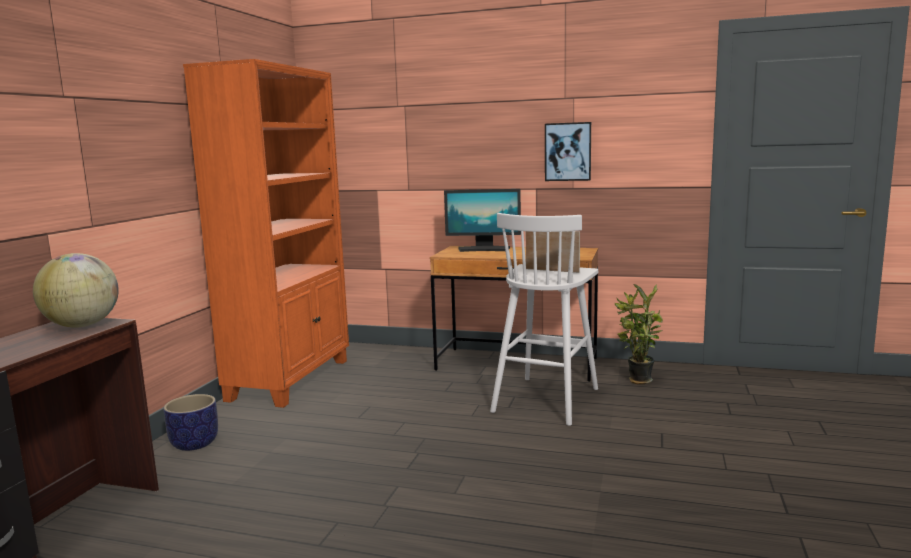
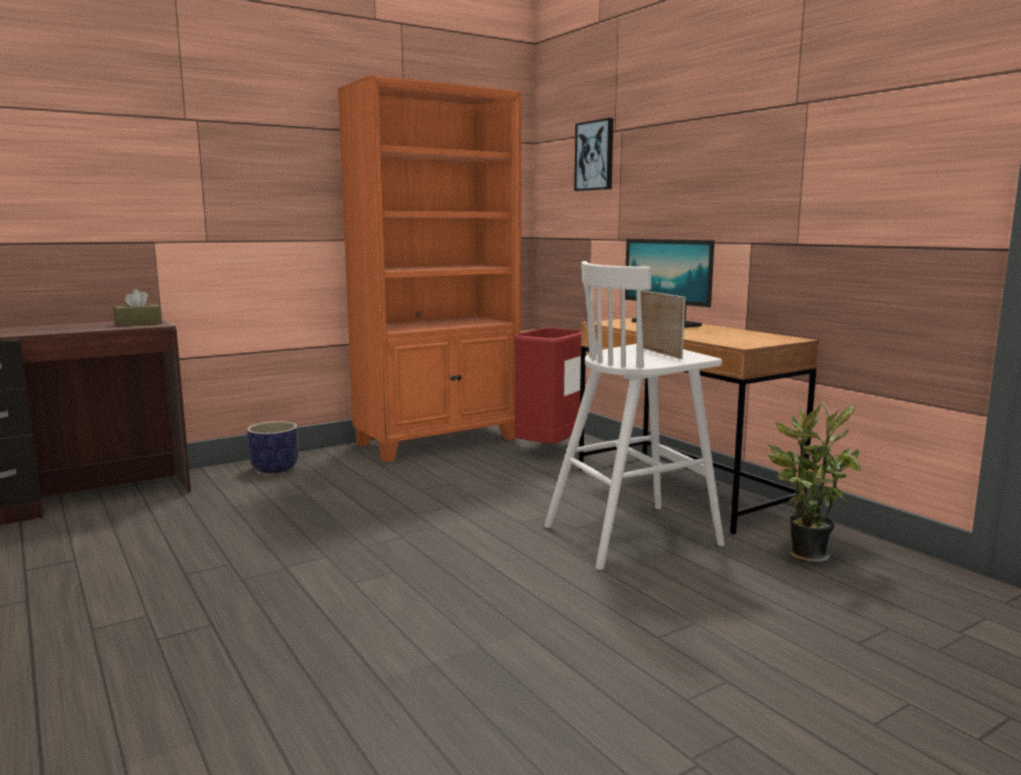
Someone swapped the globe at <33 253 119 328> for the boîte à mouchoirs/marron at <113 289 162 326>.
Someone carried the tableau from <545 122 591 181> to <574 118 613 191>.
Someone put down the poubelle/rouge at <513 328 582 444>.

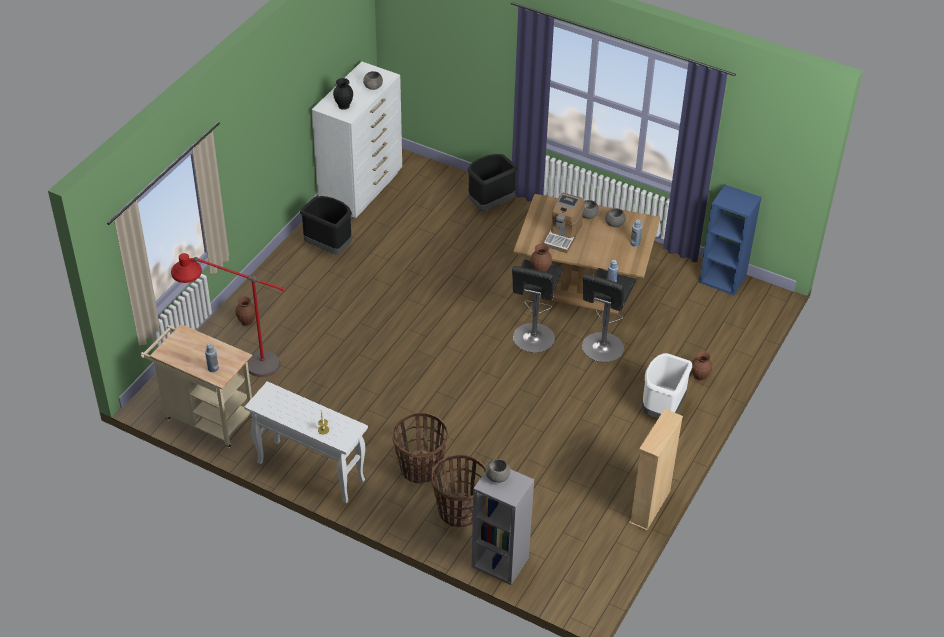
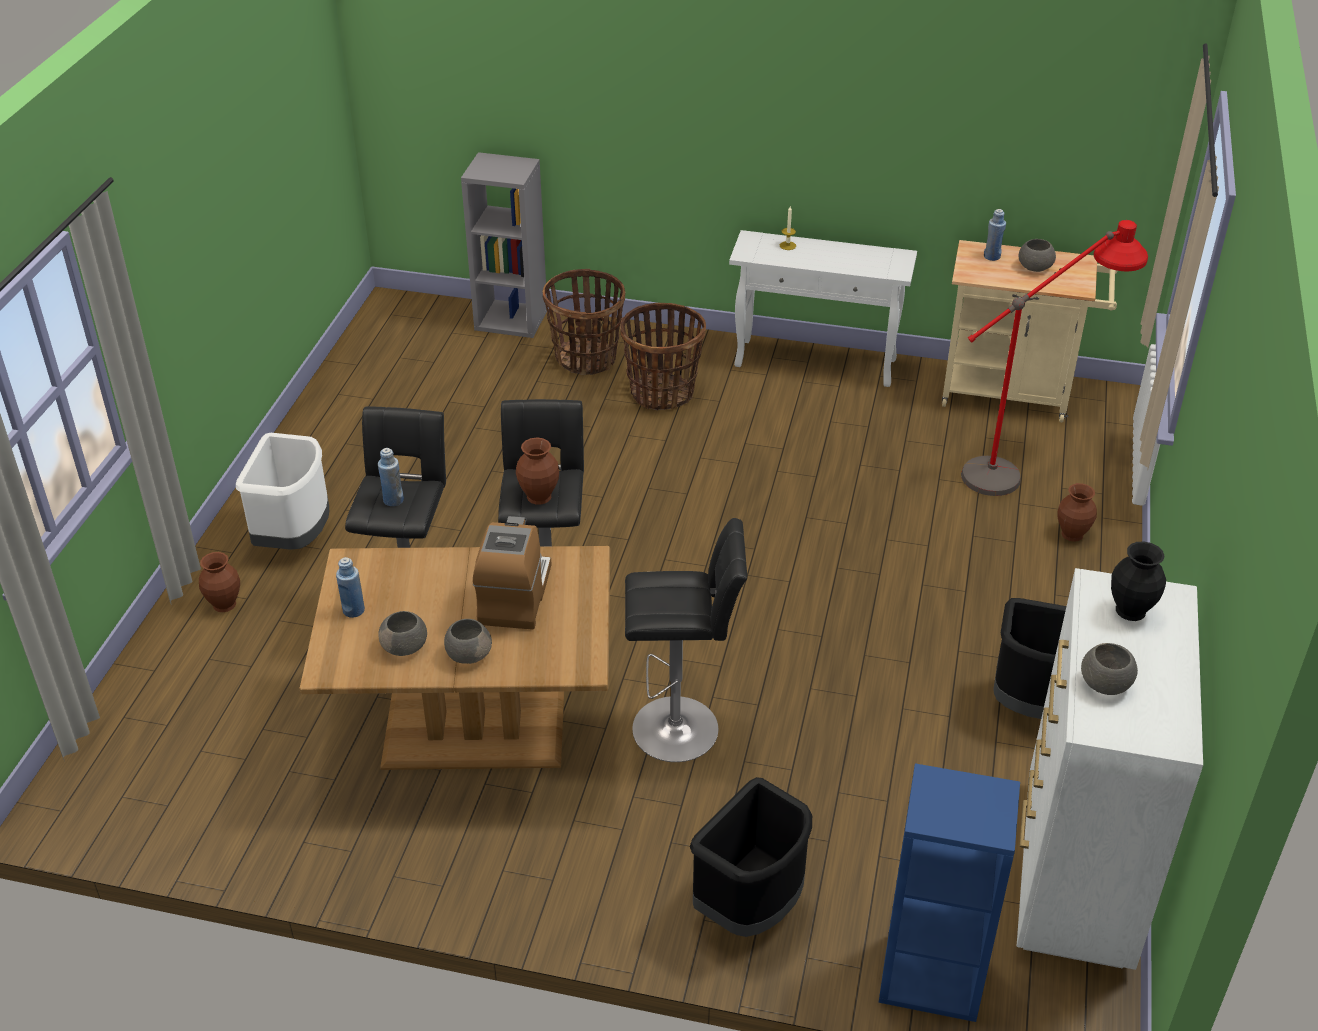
Someone carried the bol/gris from <485 459 510 483> to <1019 239 1056 272>.
Someone took away the bibliothèque/beige at <629 409 683 531>.
Someone carried the bibliothèque/bleu from <699 185 761 295> to <879 763 1020 1022>.
Someone put down the tabouret/noir at <625 518 747 762>.

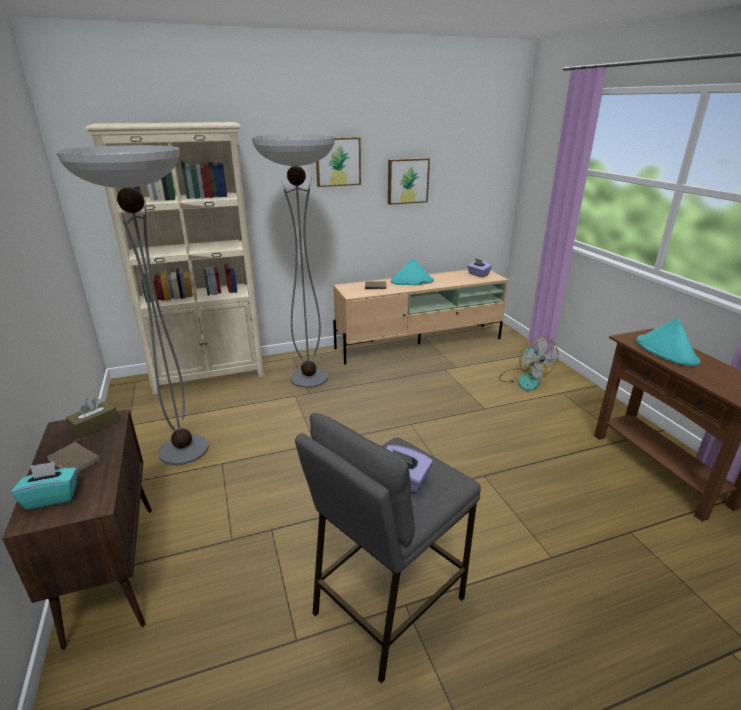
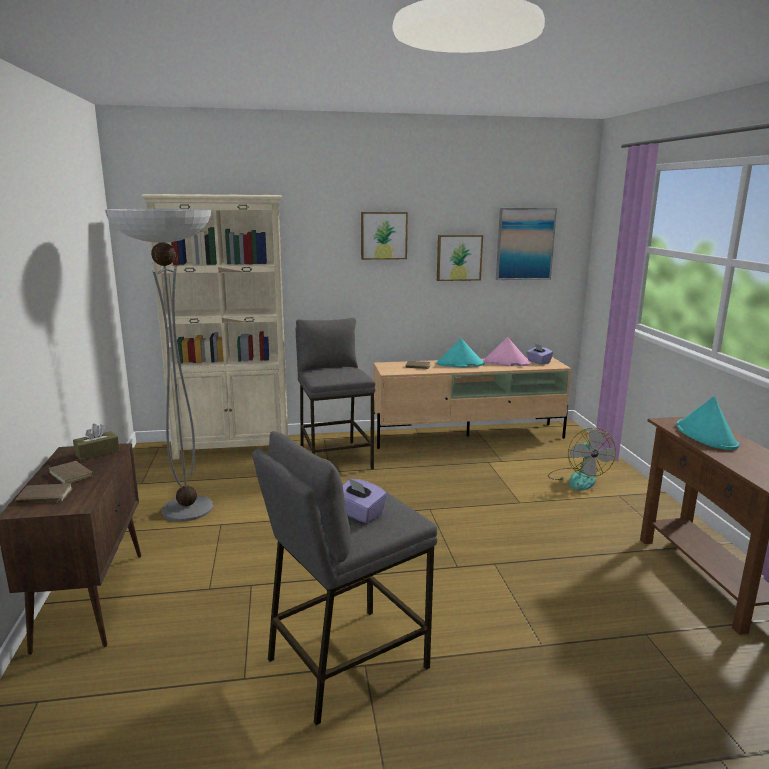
Someone swapped the boîte à mouchoirs/turquoise at <11 462 77 510> for the livre/marron at <15 483 73 504>.
Someone swapped the lampadaire at <252 135 335 388> for the tabouret/gris at <296 318 376 470>.
Someone put down the chapeau/rose at <483 337 531 366>.
Someone put up the tableau at <496 208 557 280>.

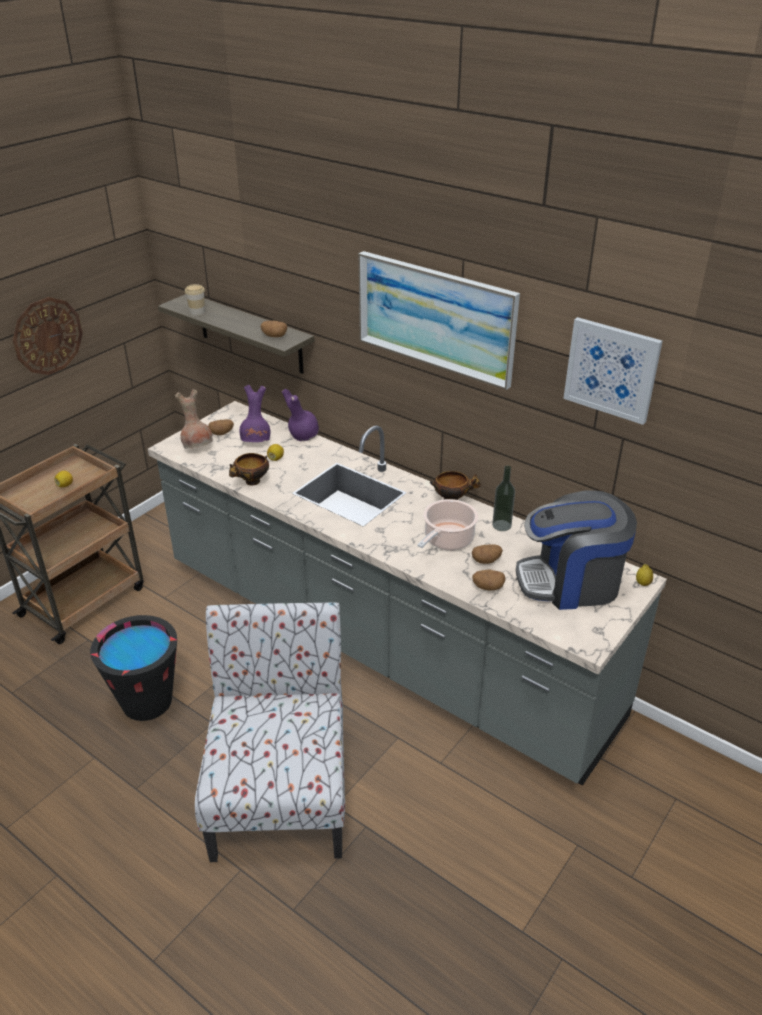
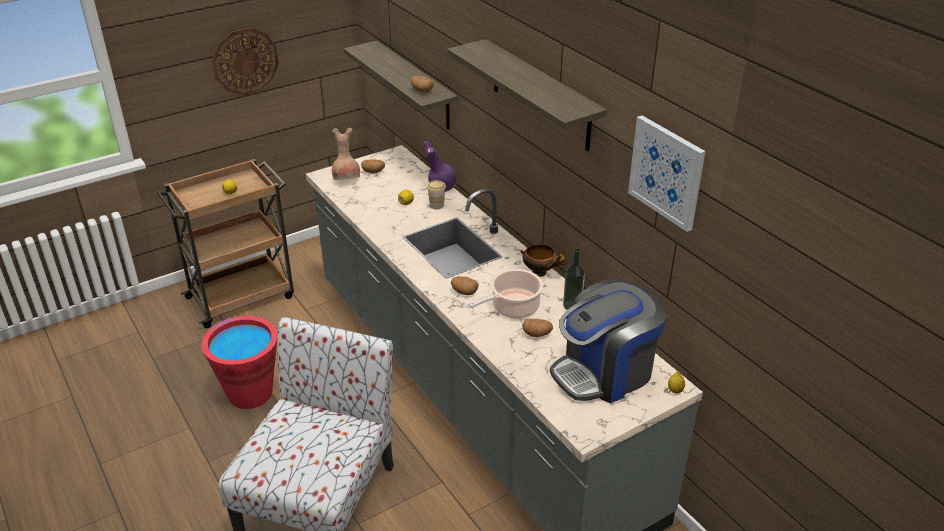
Someone repainted the seau/noir at <90 615 177 721>, which became the seau/rouge at <201 316 278 409>.
Someone carried the tasse from <185 284 205 315> to <427 180 446 209>.
Someone took away the bol at <229 453 269 485>.
Someone took away the vase/violet at <239 385 270 442>.
Someone swapped the tableau at <359 251 520 390> for the étagère at <447 39 607 151>.
Someone carried the pomme de terre from <472 570 506 591> to <451 276 479 295>.
Someone rotated the machine à café at <516 490 637 610> by 45 degrees counterclockwise.

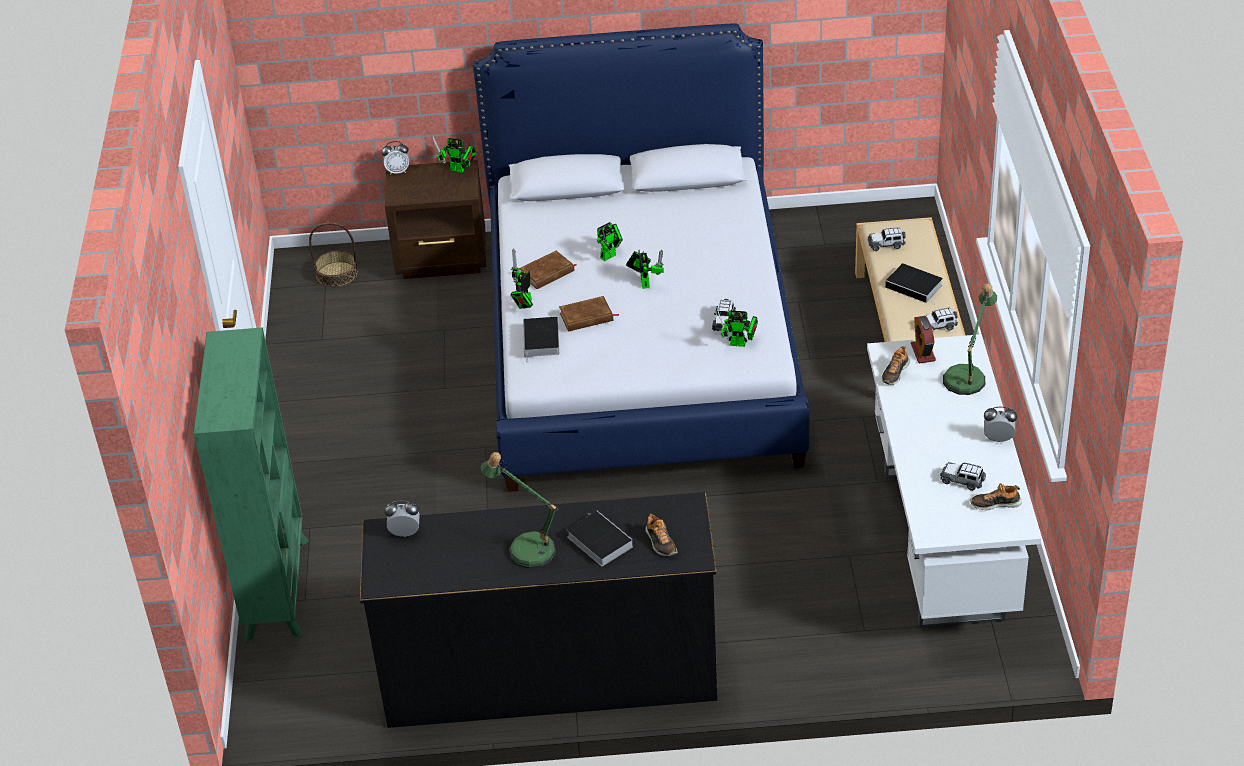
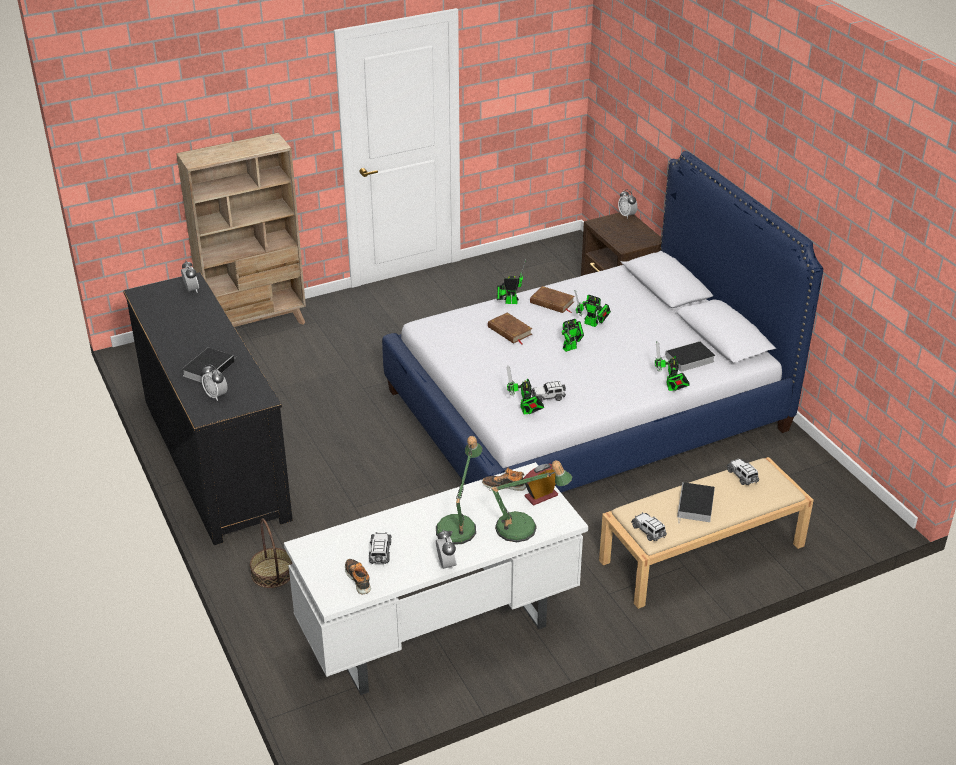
Someone repainted the bibliothèque/vert at <194 327 309 642>, which became the bibliothèque/beige at <176 133 306 327>.
Someone carried the panier from <309 223 358 287> to <250 518 293 588>.
Someone carried the robot jouet from <432 136 476 173> to <655 341 690 391>.
Someone carried the lampe de table from <481 452 559 568> to <436 436 482 544>.
Someone carried the livre from <523 317 559 362> to <662 341 715 372>.
Someone swapped the chaussure at <645 513 677 556> for the réveil at <202 364 227 401>.

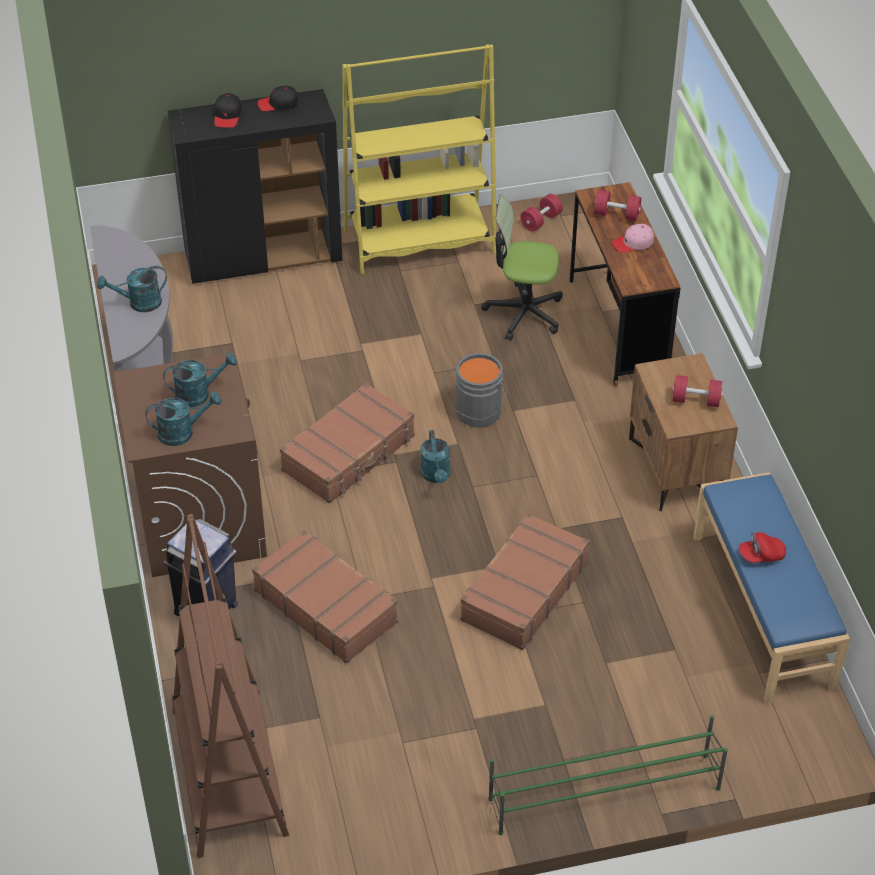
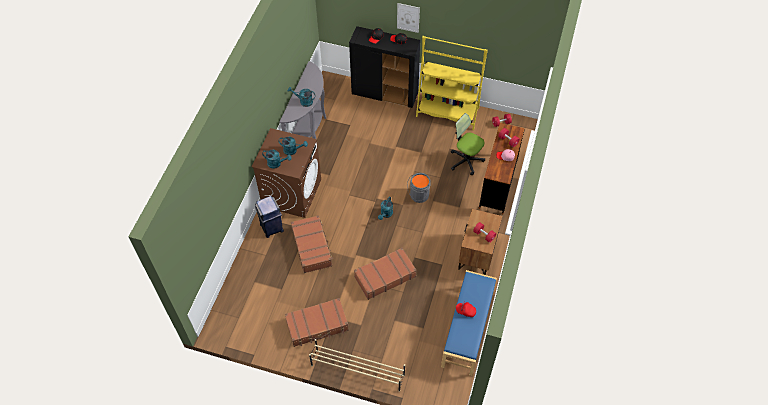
Someone took away the bibliothèque/marron at <172 514 289 858>.
Someone carried the valise/marron from <280 383 415 503> to <285 298 349 347>.
Someone repainted the étagère à chaussures/vert at <488 715 728 835>, which became the étagère à chaussures/beige at <309 339 405 392>.
Someone put up the tableau at <397 3 420 33>.

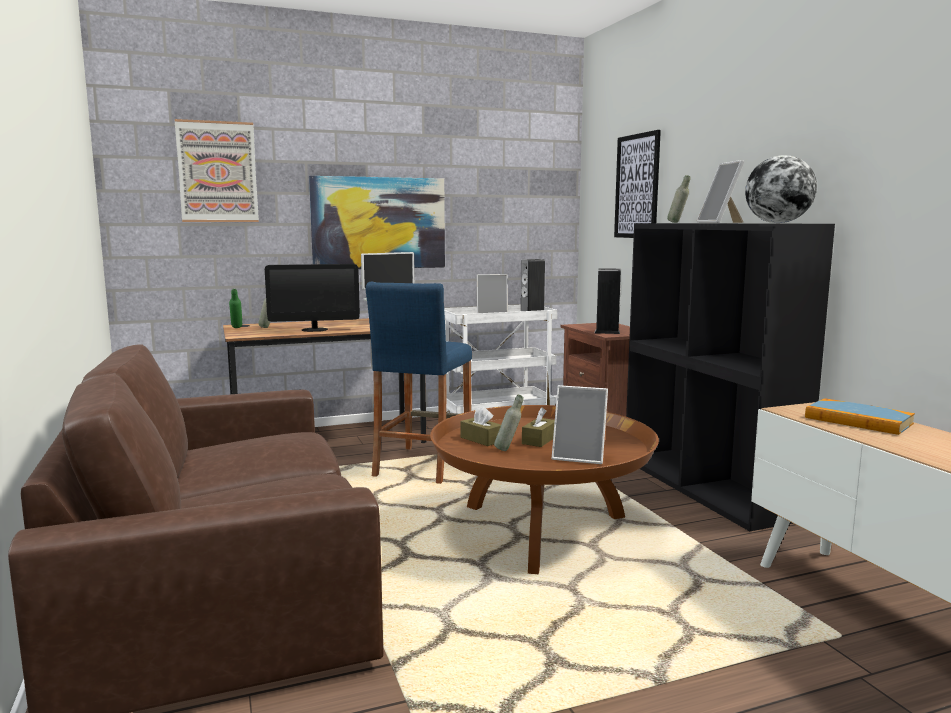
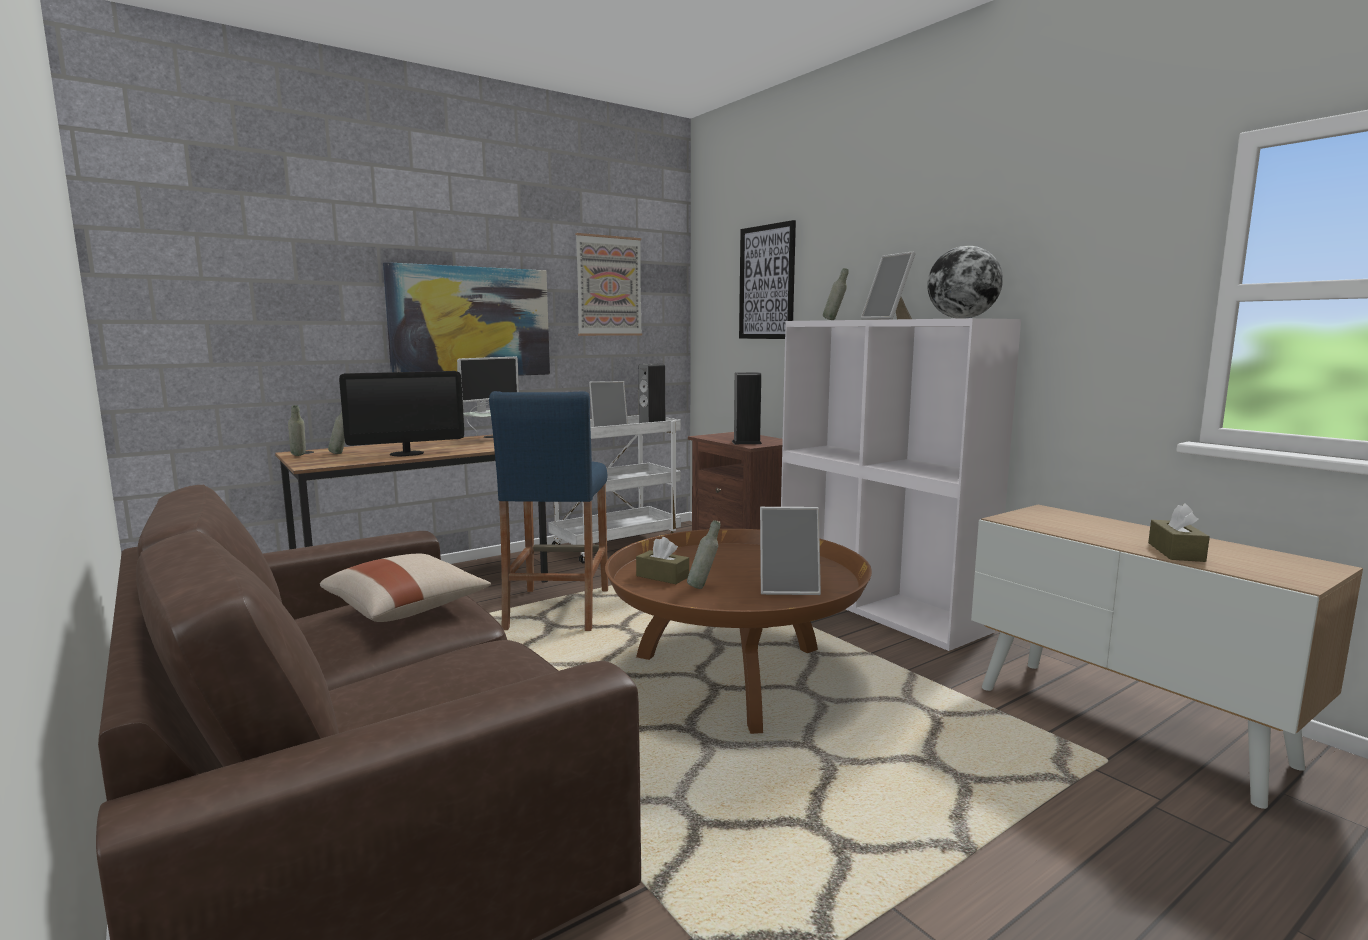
Someone carried the tableau from <175 119 259 222> to <575 233 642 336>.
Someone repainted the bouteille/vert at <229 289 242 328>, which became the bouteille/gris at <288 405 306 456>.
Someone carried the boîte à mouchoirs/marron from <522 407 555 447> to <1148 503 1210 562>.
Someone repainted the bibliothèque/noir at <626 223 835 531>, which became the bibliothèque/blanc at <781 318 1021 651>.
Someone took away the livre at <805 398 915 435>.
Someone put down the coussin/beige at <320 554 491 622>.

